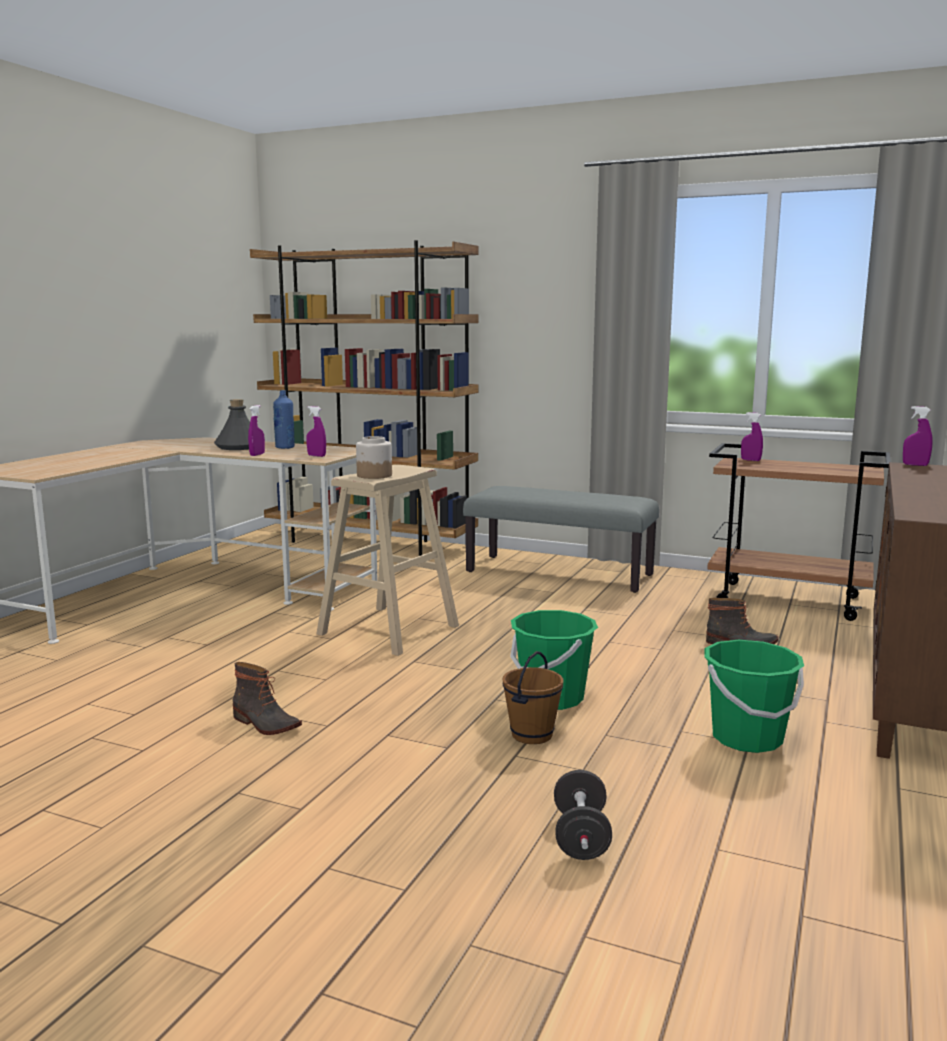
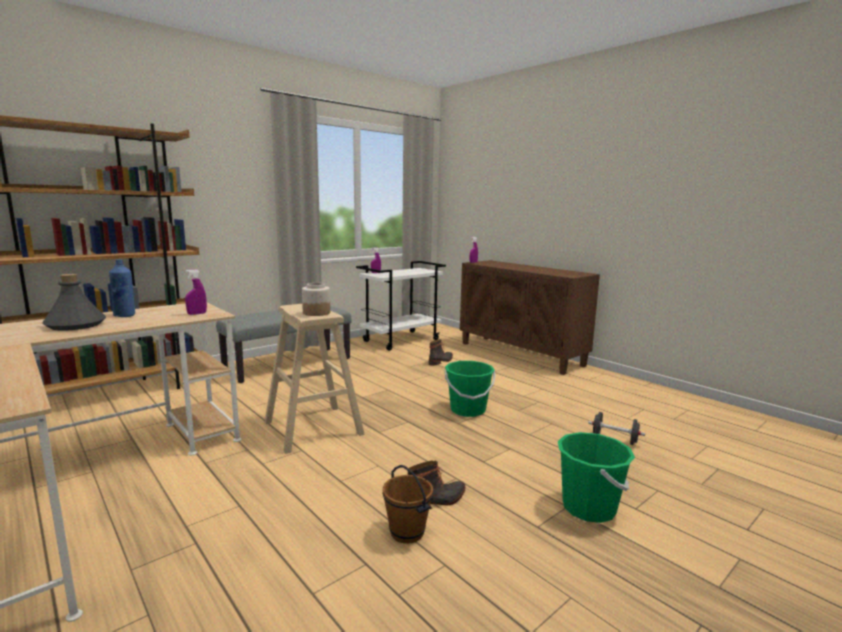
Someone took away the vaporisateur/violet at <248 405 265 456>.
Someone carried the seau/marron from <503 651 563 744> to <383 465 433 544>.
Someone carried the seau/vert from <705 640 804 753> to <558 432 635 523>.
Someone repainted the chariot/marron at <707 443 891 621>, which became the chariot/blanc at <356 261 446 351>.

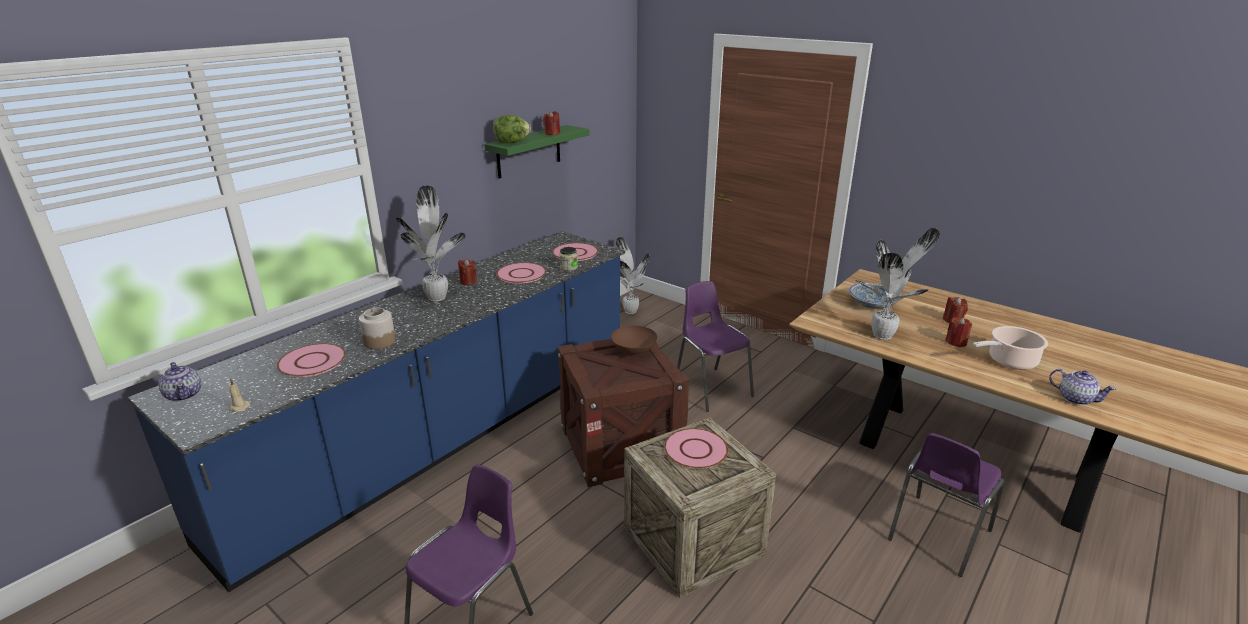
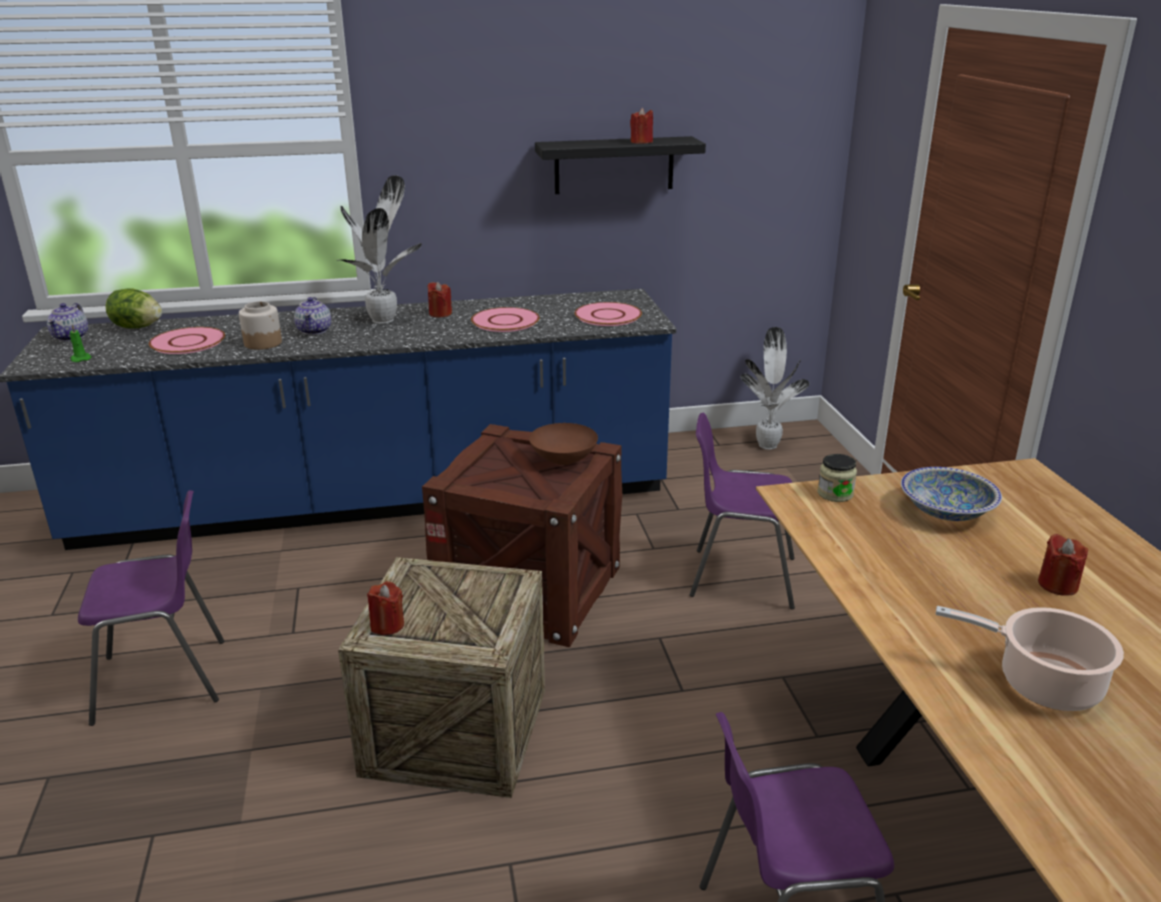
Someone repainted the bougie/beige at <229 378 250 412>, which became the bougie/vert at <70 324 92 362>.
Someone repainted the étagère/vert at <484 125 590 178>, which became the étagère/noir at <535 136 706 194>.
Someone carried the laitue from <493 115 531 143> to <106 288 162 329>.
Someone carried the bocal from <559 247 578 271> to <817 454 857 502>.
Someone took away the assiette/rose at <664 428 728 469>.
Someone rotated the chaise/violet at <677 281 754 412> by 90 degrees counterclockwise.
Someone took away the plante en pot at <855 228 940 340>.
Someone carried the bougie/rouge from <945 317 972 347> to <367 581 404 635>.
Someone carried the théière from <1049 369 1116 405> to <294 297 331 335>.

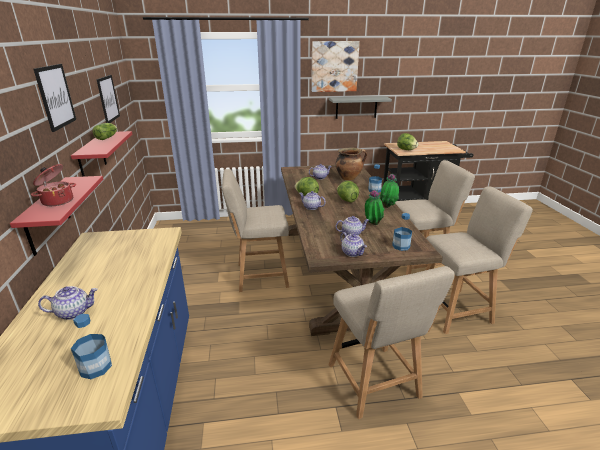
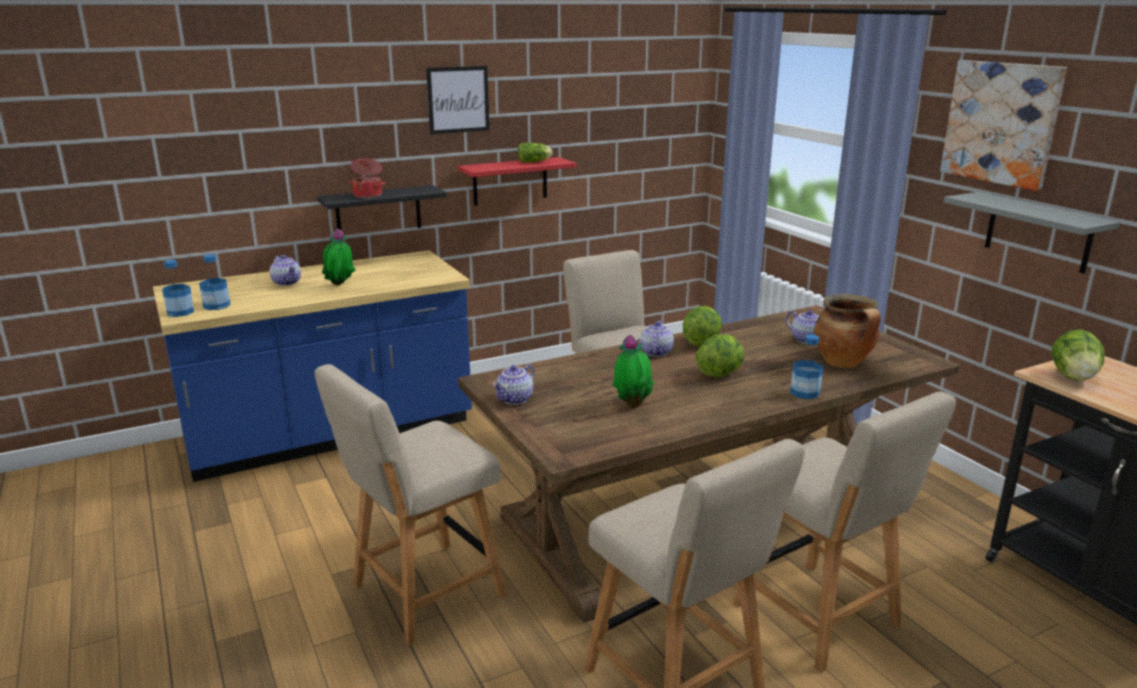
Someone repainted the étagère/rouge at <10 176 103 256>, which became the étagère/noir at <317 185 447 230>.
Someone took away the tableau at <96 75 120 123>.
Someone took away the théière at <336 216 369 235>.
Someone carried the plante en pot from <380 173 399 208> to <322 229 356 285>.
Someone carried the bouteille from <392 213 412 251> to <162 260 194 317>.

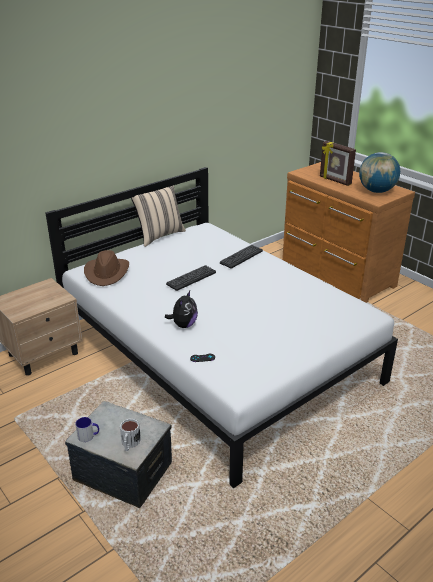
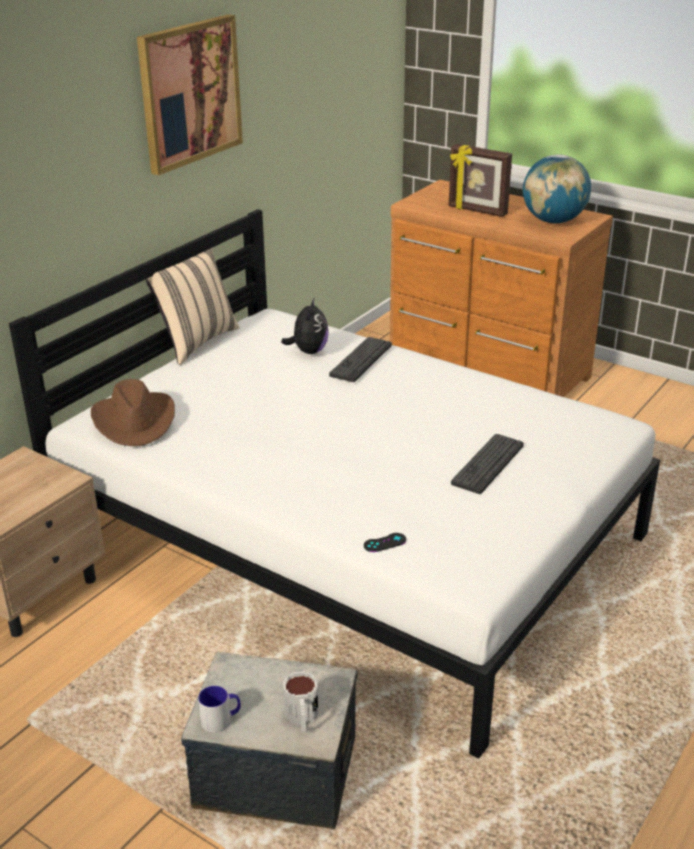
Someone carried the peluche from <165 291 198 328> to <281 297 329 354>.
Someone carried the clavier from <166 265 216 291> to <451 434 524 494>.
Someone put up the tableau at <137 14 243 175>.

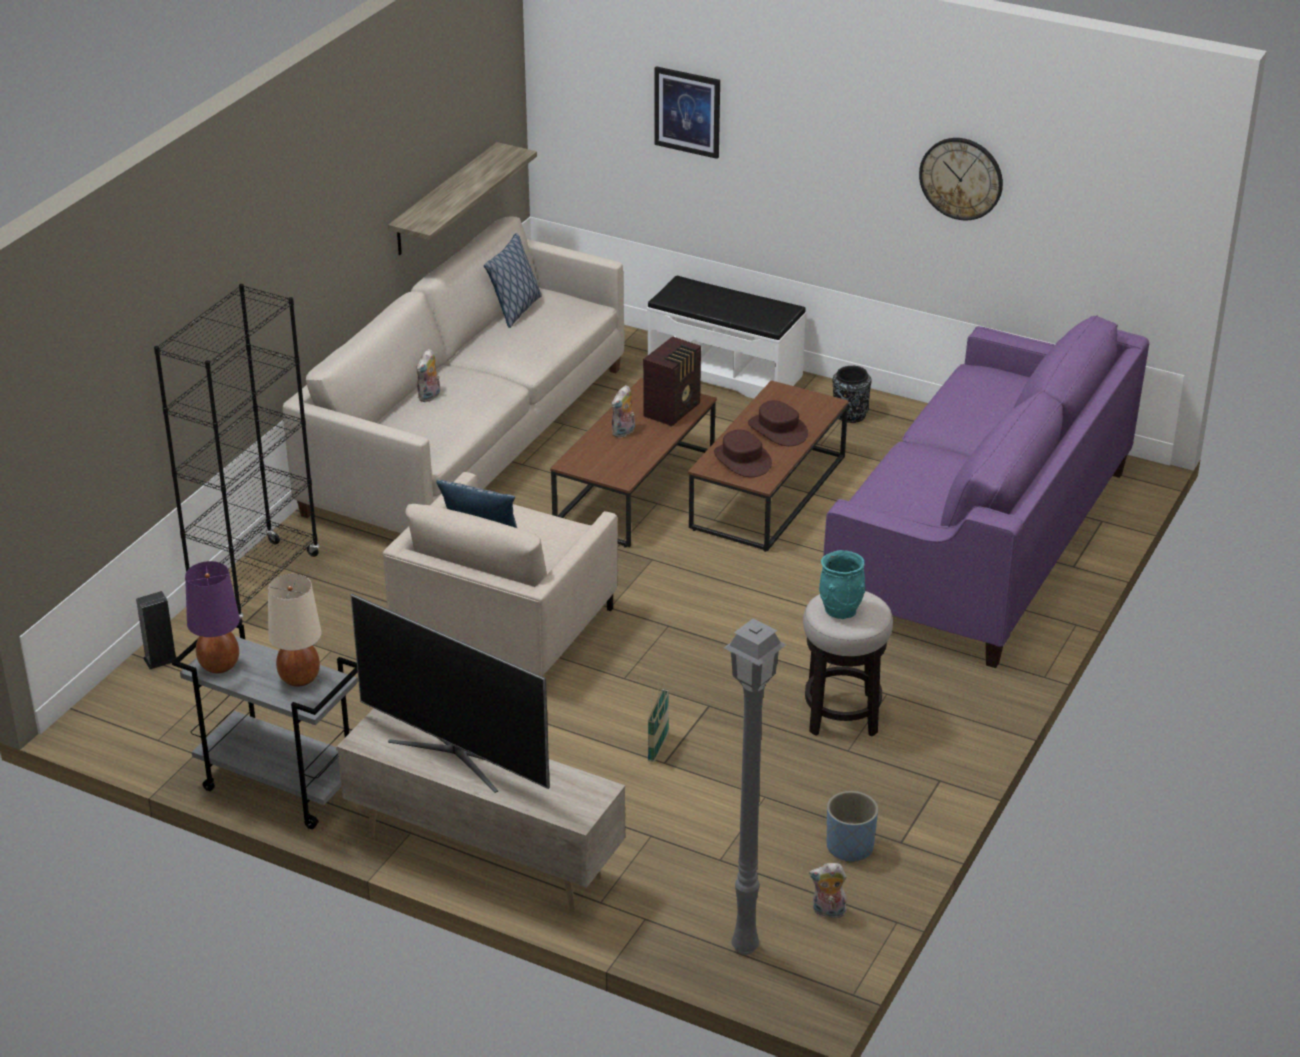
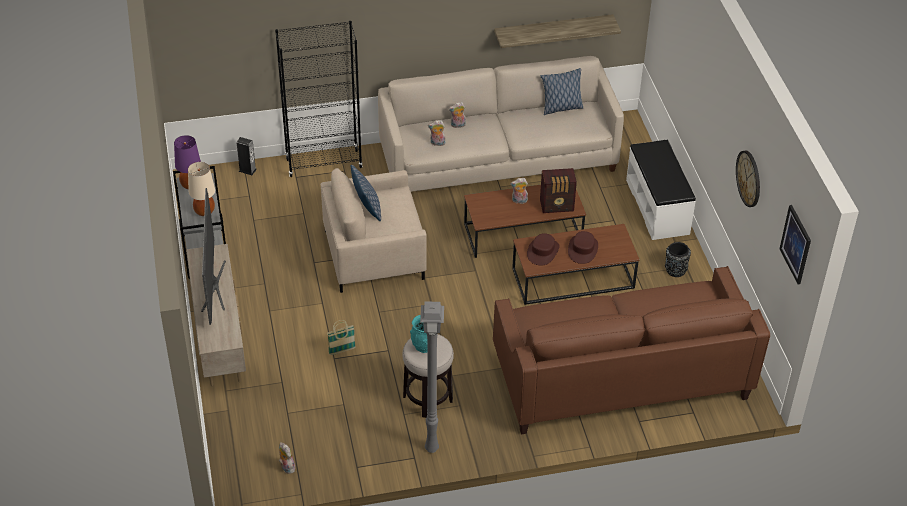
Someone carried the tableau from <654 66 720 159> to <779 205 811 284>.
Someone carried the lampadaire/gris from <724 619 786 955> to <420 302 444 453>.
Someone repainted the canapé/violet at <823 315 1149 668>, which became the canapé/marron at <493 266 770 435>.
Someone took away the cache-pot/bleu at <827 791 878 863>.
Someone put down the peluche at <428 120 446 146>.

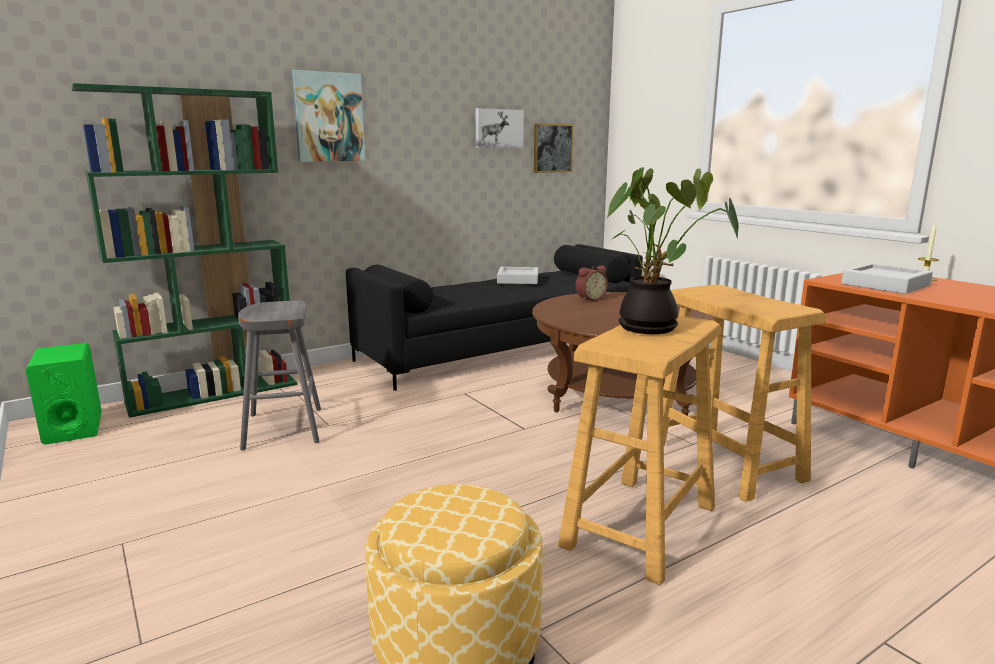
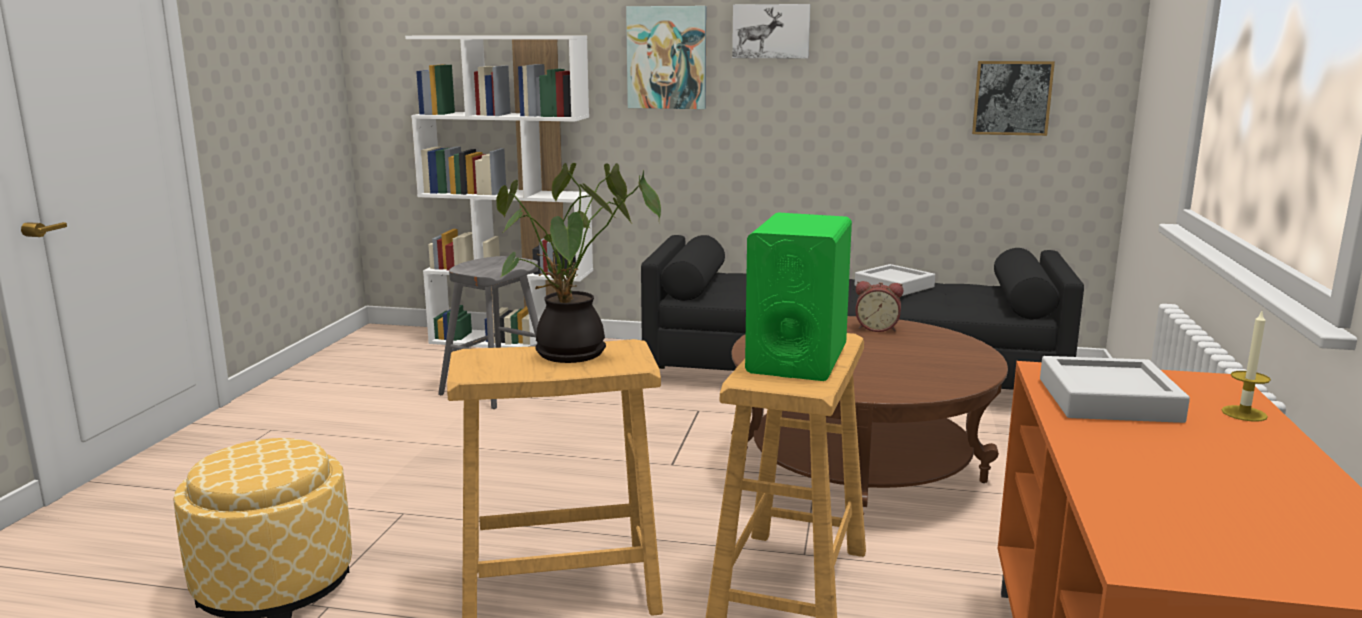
Someone carried the enceinte/vert from <26 343 102 445> to <745 212 852 381>.
Someone repainted the bibliothèque/vert at <71 83 297 418>, which became the bibliothèque/blanc at <405 36 593 348>.
Someone carried the tableau from <476 108 524 148> to <732 4 810 59>.

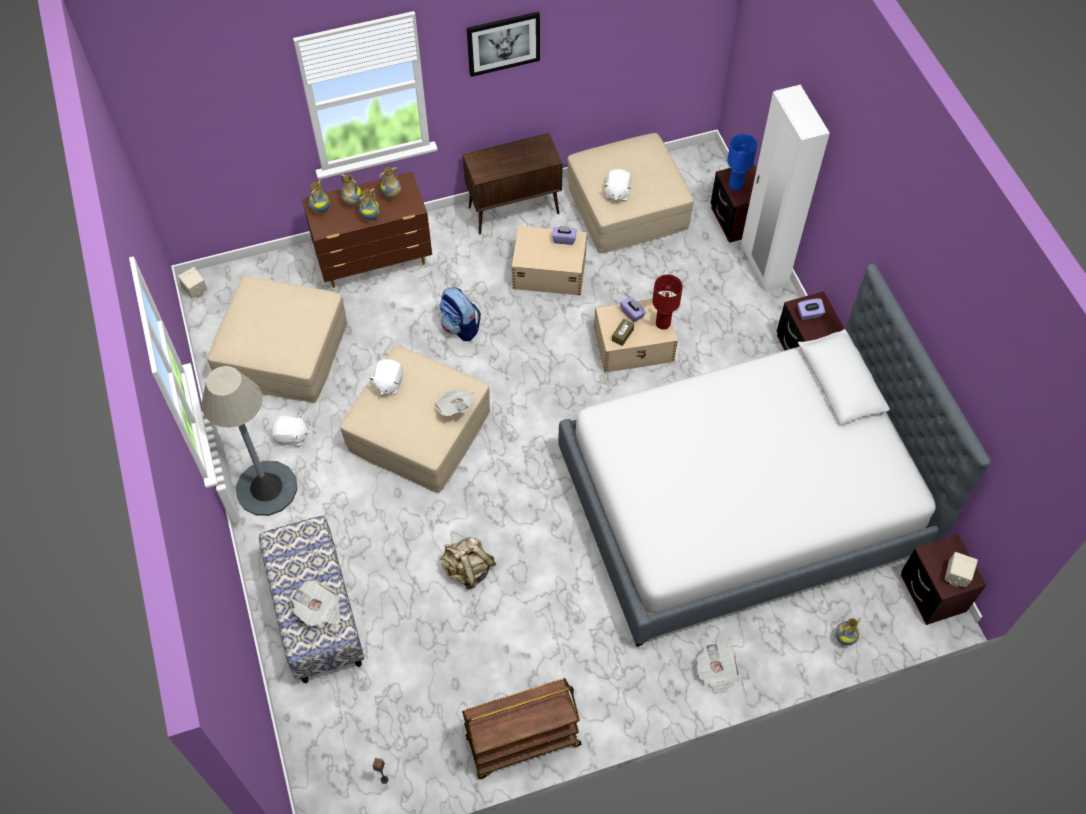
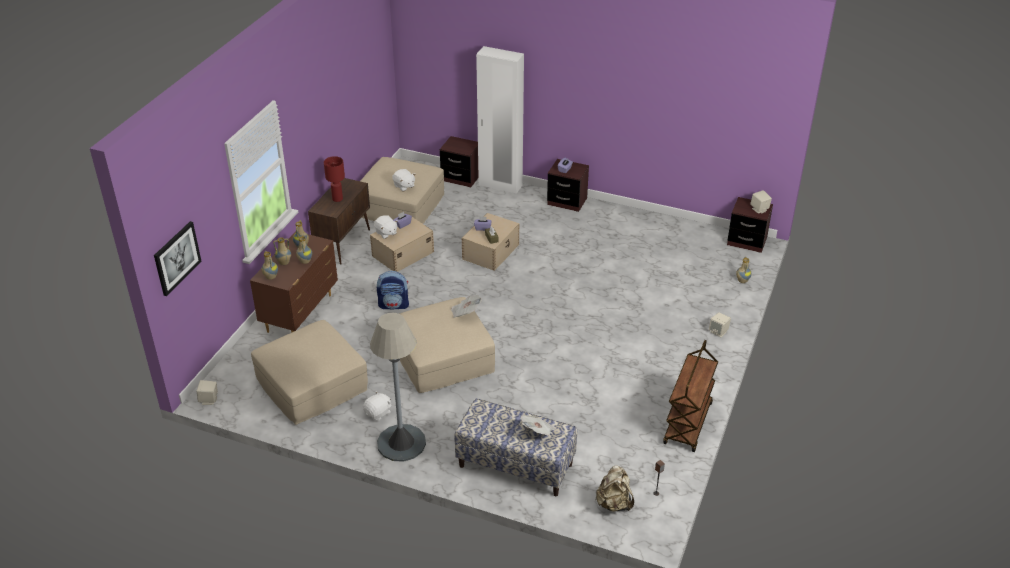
Someone carried the peluche/blanc from <369 359 403 395> to <374 215 398 239>.
Someone carried the sac à dos/beige from <441 537 496 589> to <596 465 634 512>.
Someone carried the tableau from <467 11 540 77> to <154 221 202 296>.
Someone took away the lit at <558 263 991 646>.
Someone carried the lampe de table/rouge from <652 275 683 330> to <324 156 345 202>.
Someone swapped the journal at <697 642 740 696> for the enceinte/beige at <709 312 731 337>.
Someone took away the lampe de table/bleu at <727 134 757 191>.

